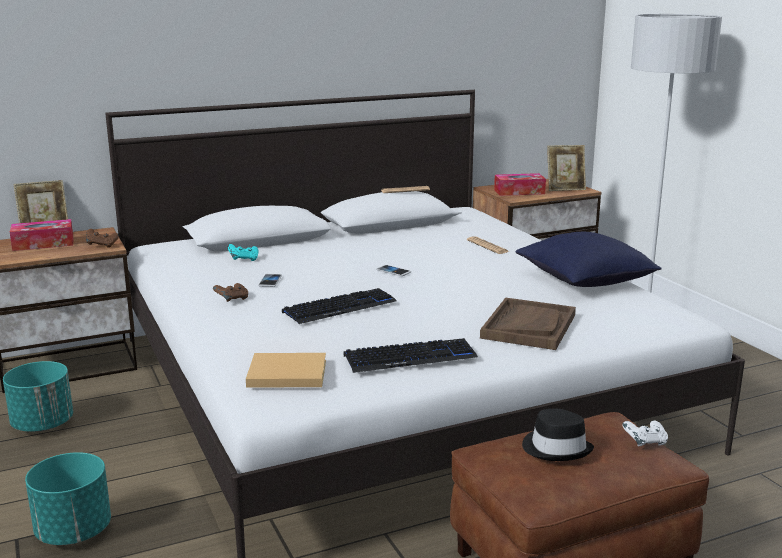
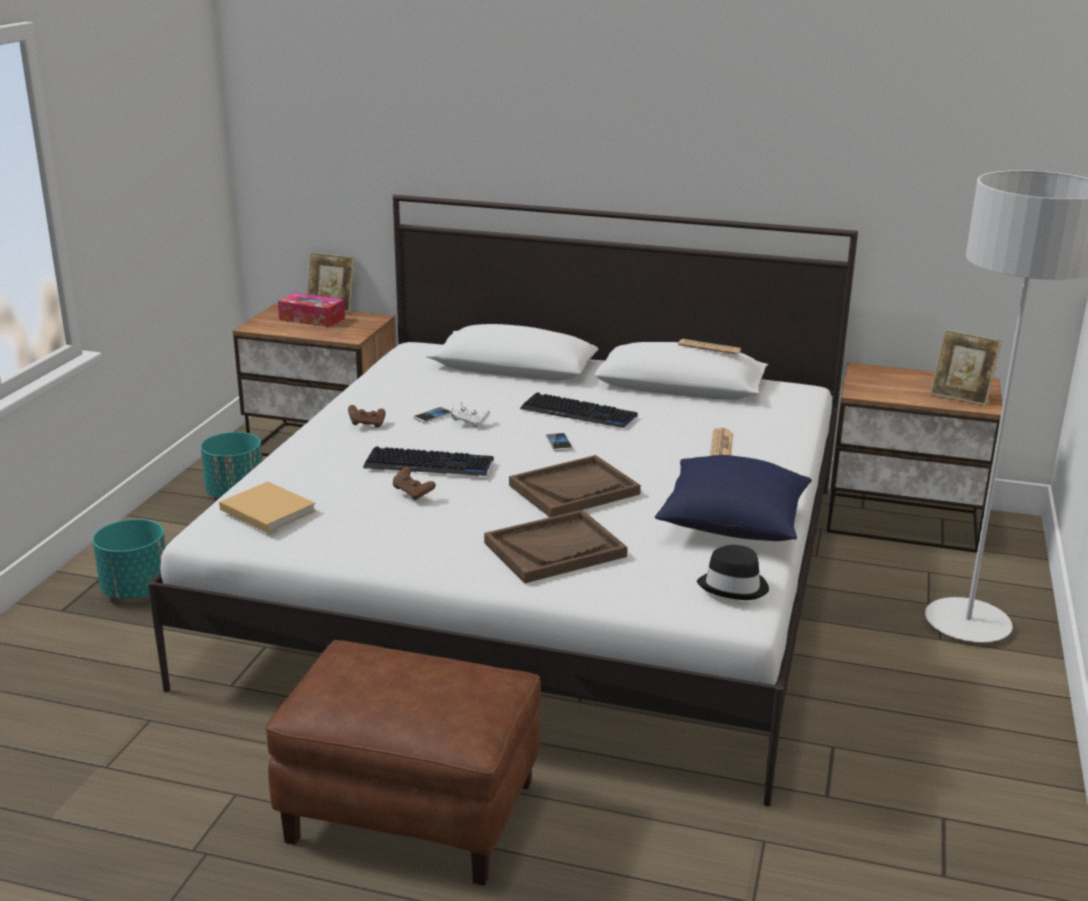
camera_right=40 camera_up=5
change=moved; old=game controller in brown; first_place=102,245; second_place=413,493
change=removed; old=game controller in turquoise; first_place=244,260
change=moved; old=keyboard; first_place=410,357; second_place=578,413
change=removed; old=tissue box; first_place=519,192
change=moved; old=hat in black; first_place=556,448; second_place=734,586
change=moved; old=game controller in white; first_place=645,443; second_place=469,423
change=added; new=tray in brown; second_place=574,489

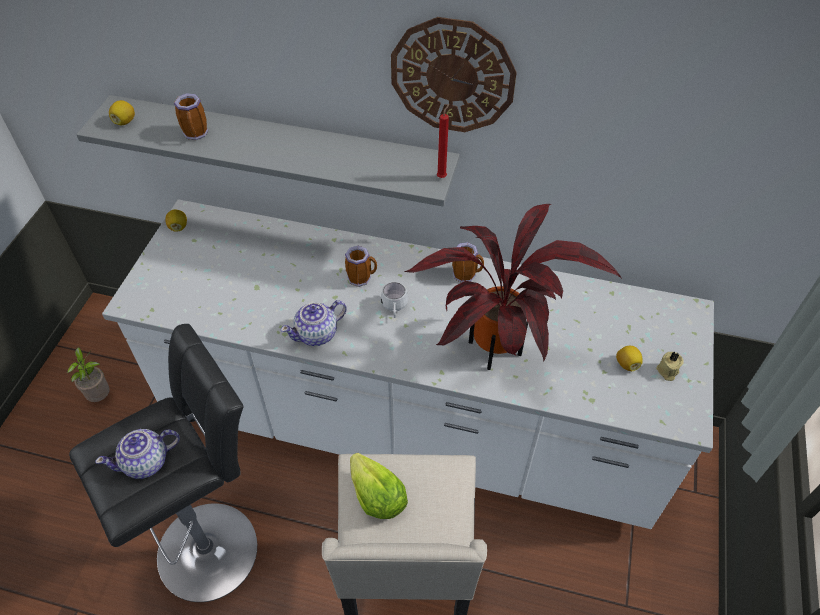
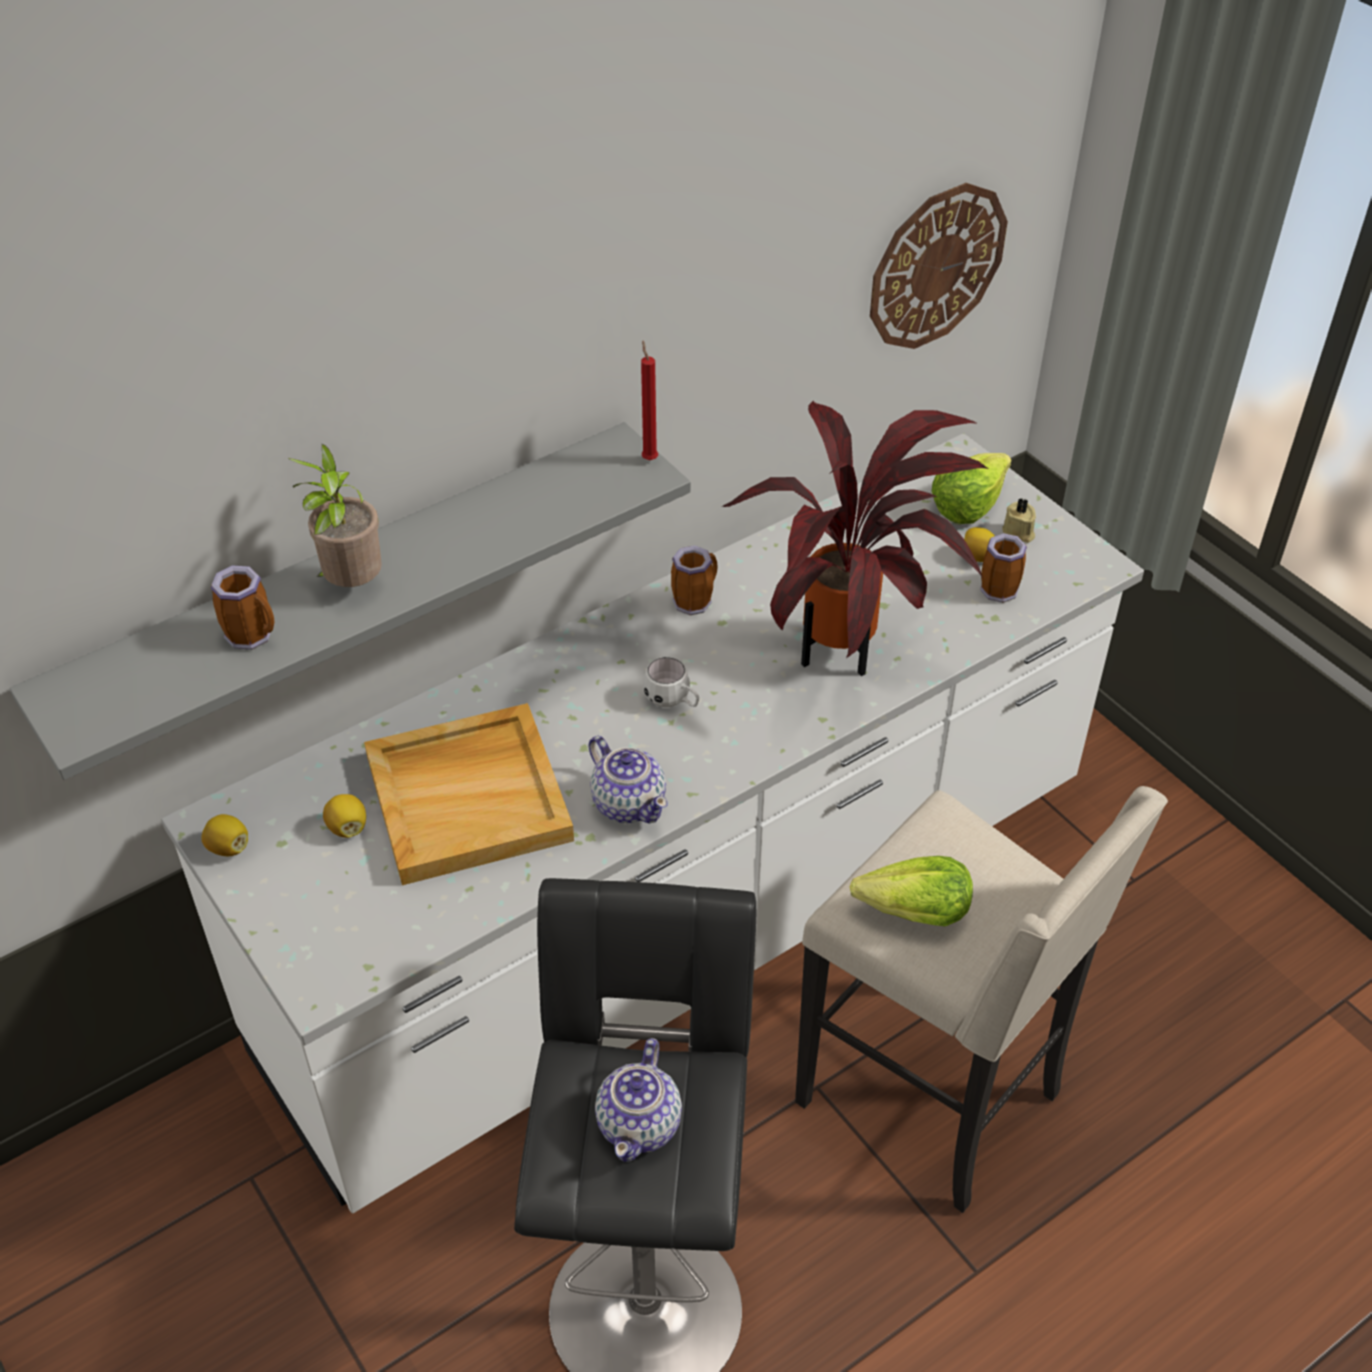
camera_right=-50 camera_up=-5
change=moved; old=potted plant; first_place=100,396; second_place=351,585
change=moved; old=lemon; first_place=125,121; second_place=347,827
change=turned; old=teapot; first_place=317,334; second_place=629,802; degrees=-45
change=moved; old=mug; first_place=361,277; second_place=1000,587
change=moved; old=wall clock; first_place=452,76; second_place=936,266
change=added; new=tray in beige; second_place=469,796
change=added; new=lettuce; second_place=967,504

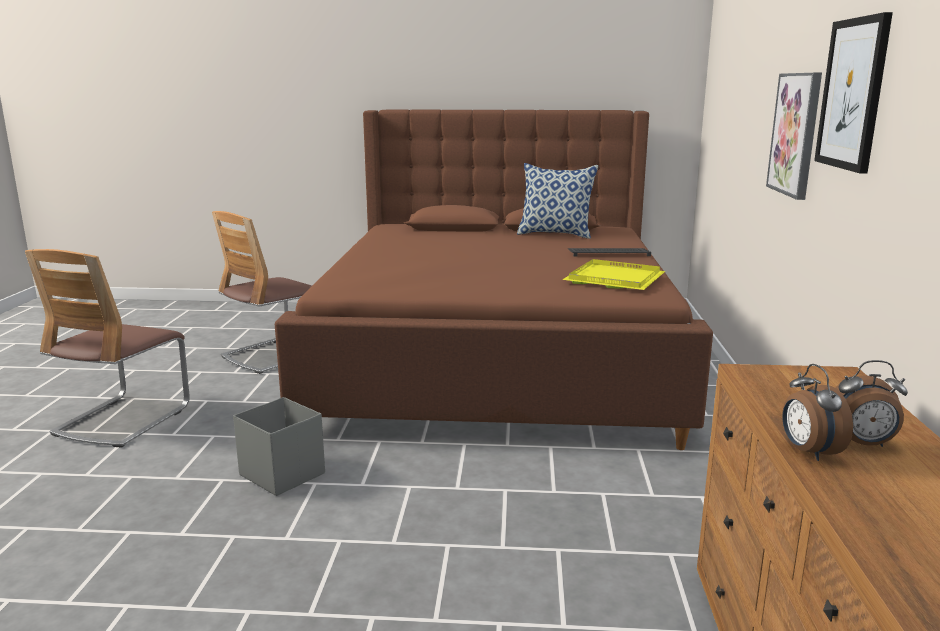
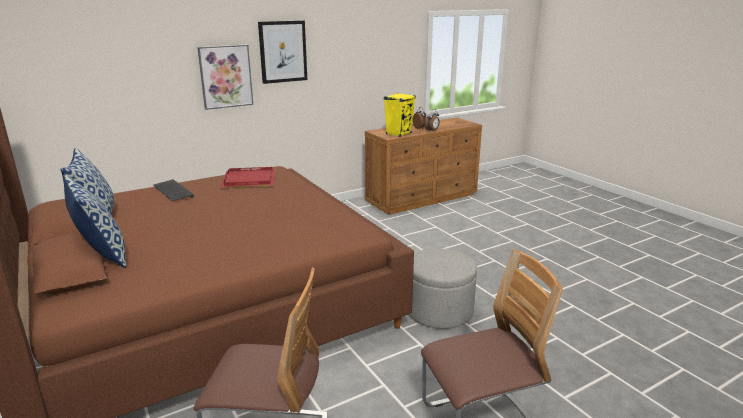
camera_right=-125 camera_up=5
change=replaced; old=storage box in grey; new=ottoman in grey; first_place=282,474; second_place=439,311
change=recoloured; old=tray in yellow; new=tray in red; first_place=616,279; second_place=248,179
change=added; new=pillow; second_place=102,255
change=added; new=speaker in yellow; second_place=398,134

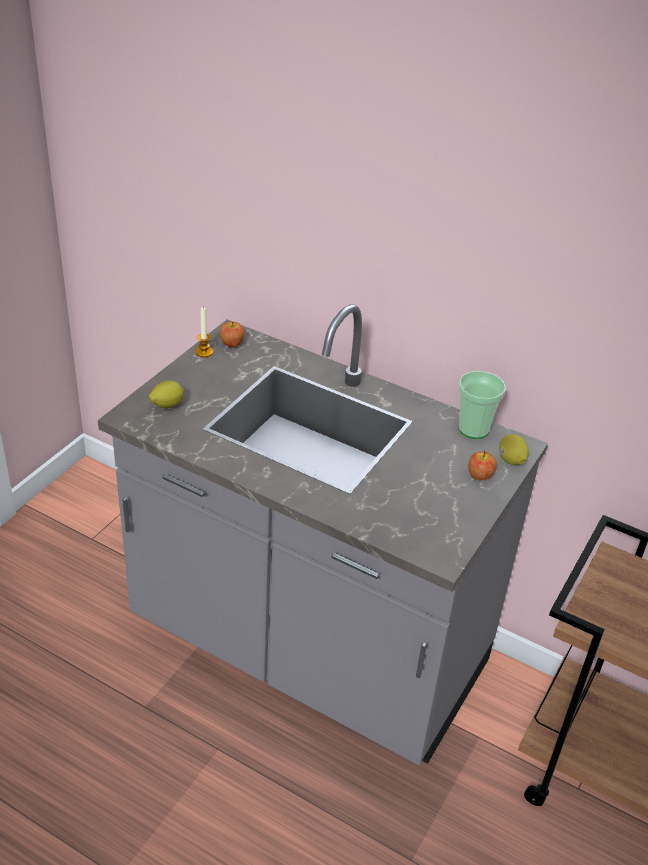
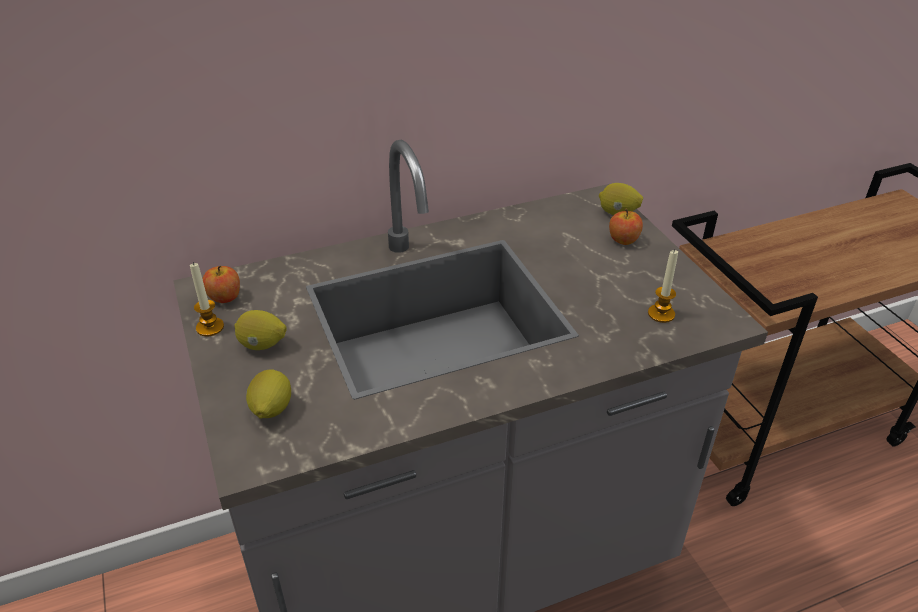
camera_right=-50 camera_up=0
change=removed; old=cup; first_place=473,429
change=added; new=lemon; second_place=262,345
change=added; new=candle; second_place=661,314

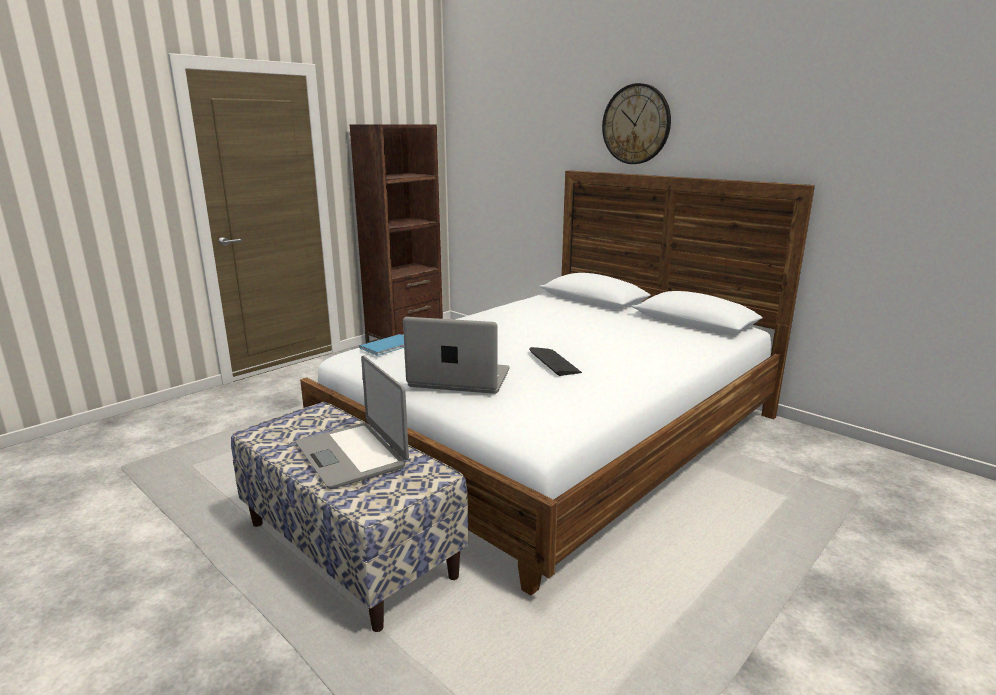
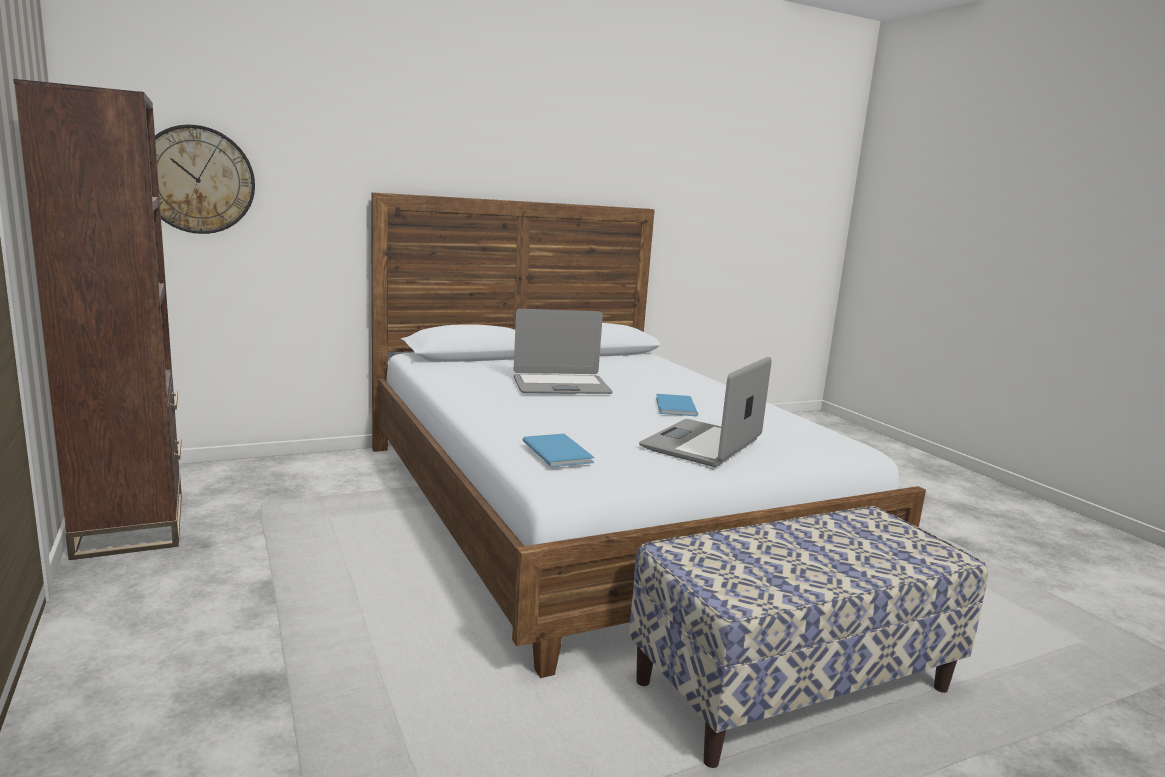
camera_right=-70 camera_up=-5
change=moved; old=laptop; first_place=352,455; second_place=561,386
change=replaced; old=keyboard; new=book in blue; first_place=554,362; second_place=674,407
change=moved; old=wall clock; first_place=636,124; second_place=197,180

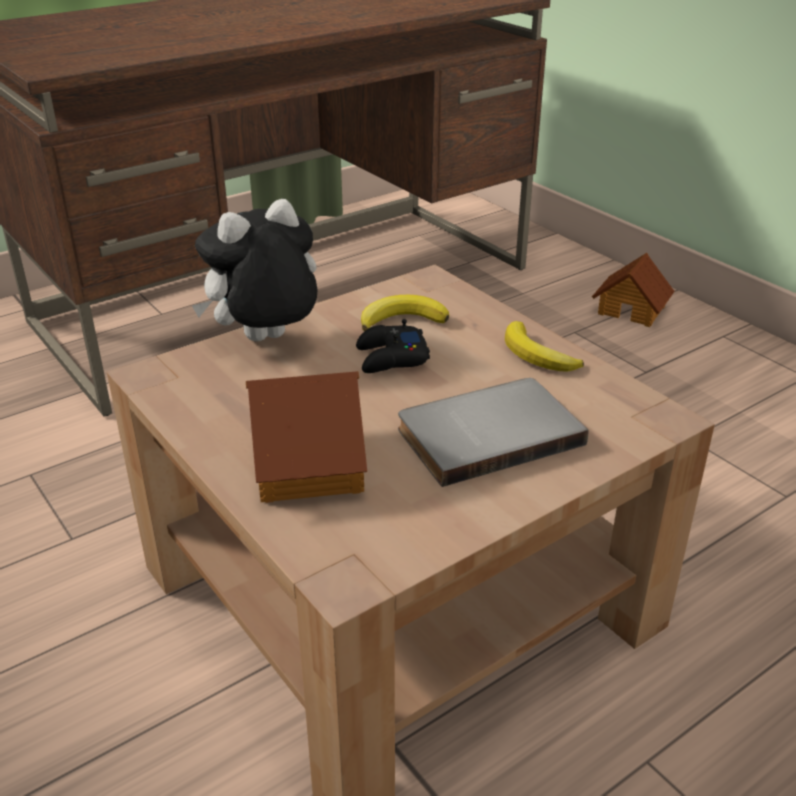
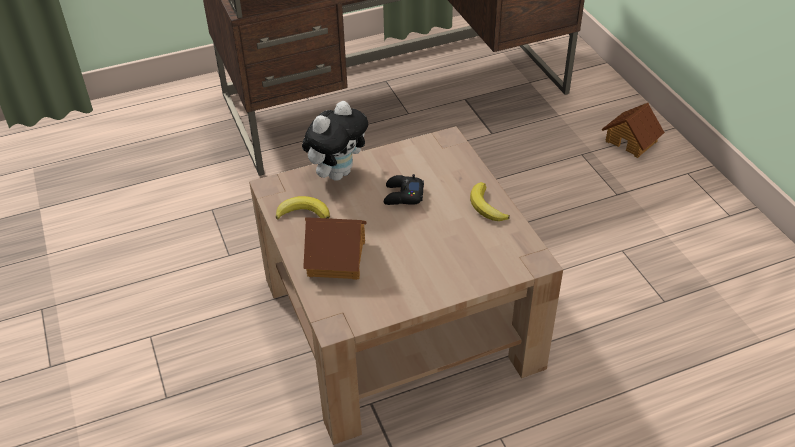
camera_right=15 camera_up=10
change=turned; old=plush toy; first_place=265,341; second_place=337,173; degrees=150
change=moved; old=banana; first_place=402,319; second_place=303,212
change=removed; old=book in grey; first_place=486,433

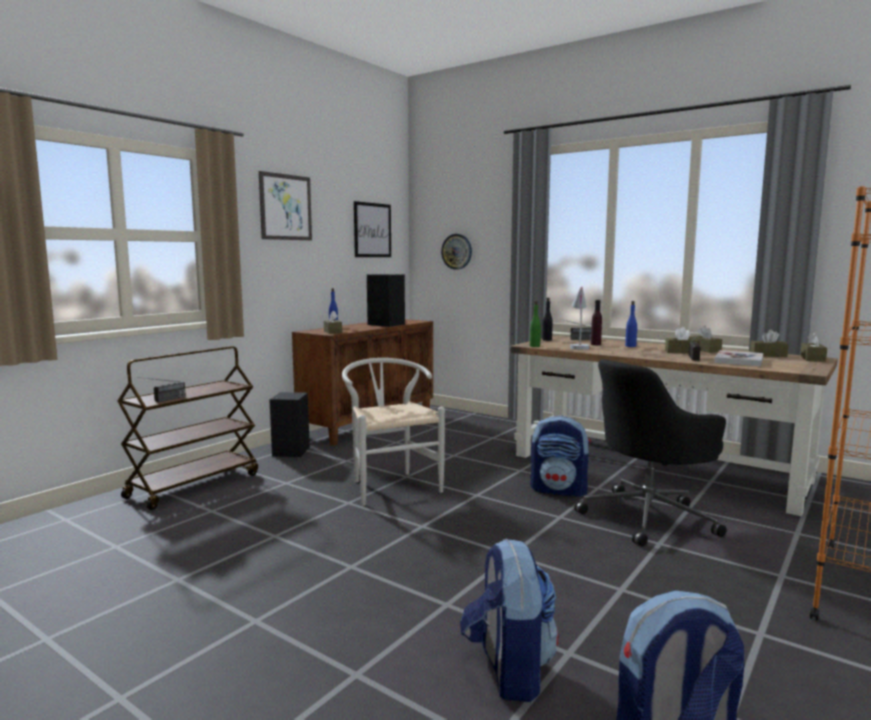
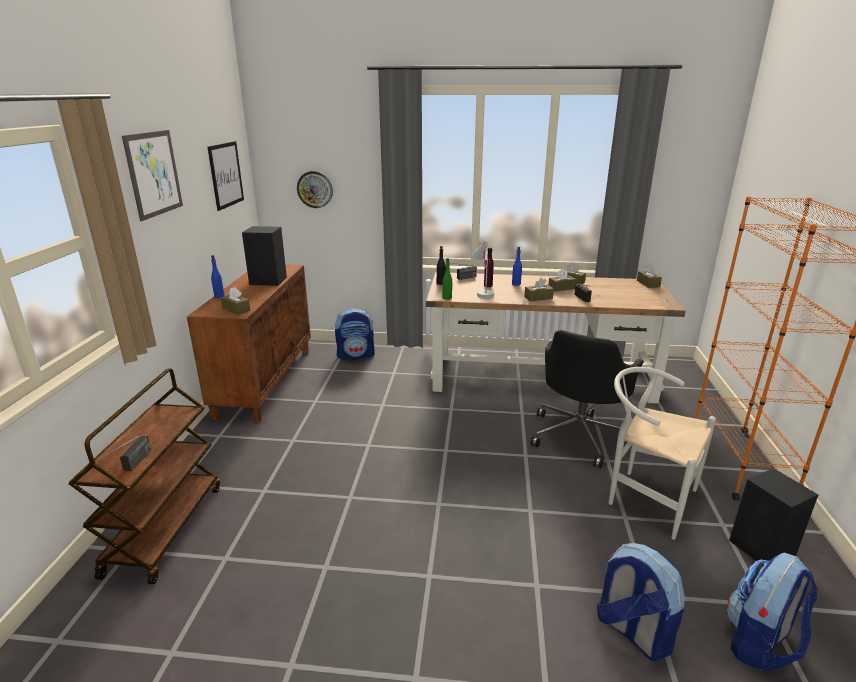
camera_right=-30 camera_up=15
change=moved; old=speaker in black; first_place=290,452; second_place=762,549
change=moved; old=chair in white; first_place=390,485; second_place=644,497
change=moved; old=backpack; first_place=559,490; second_place=356,355
change=removed; old=book; first_place=739,360
change=moved; old=tissue box in brown; first_place=768,355; second_place=538,298

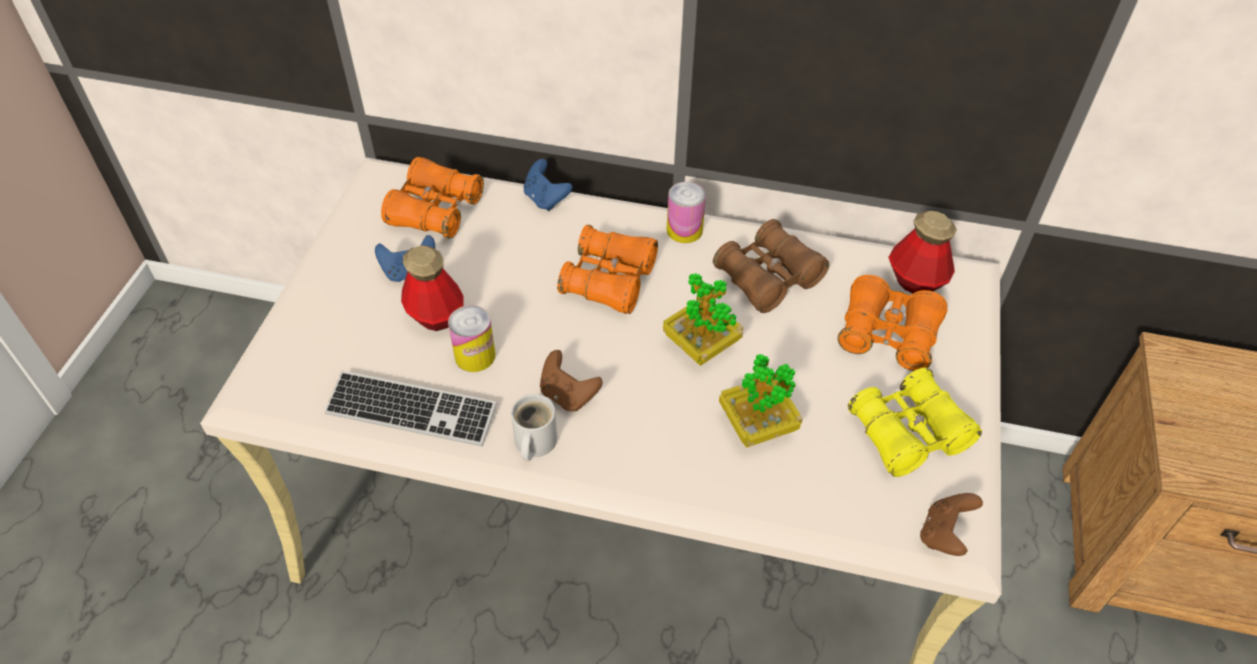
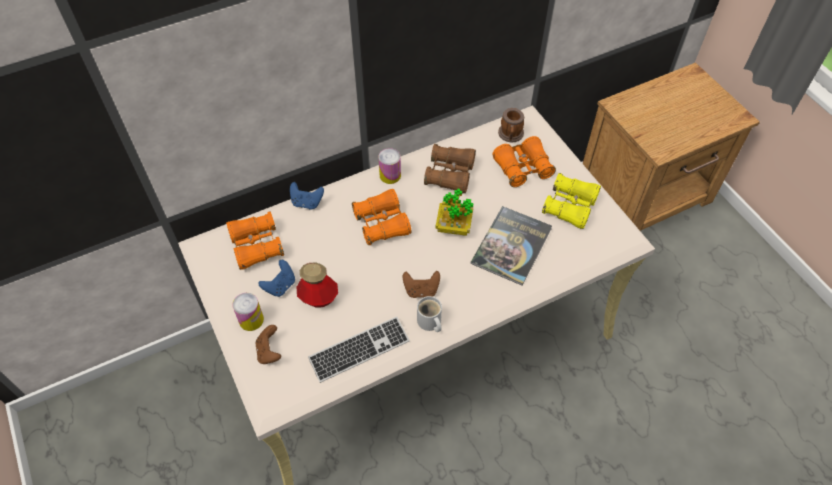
camera_right=-40 camera_up=5
change=moved; old=can; first_place=475,356; second_place=251,320
change=replaced; old=potted plant; new=book; first_place=757,425; second_place=511,246
change=replaced; old=bottle; new=mug; first_place=915,281; second_place=510,135
change=moved; old=game controller in brown; first_place=944,534; second_place=269,352

